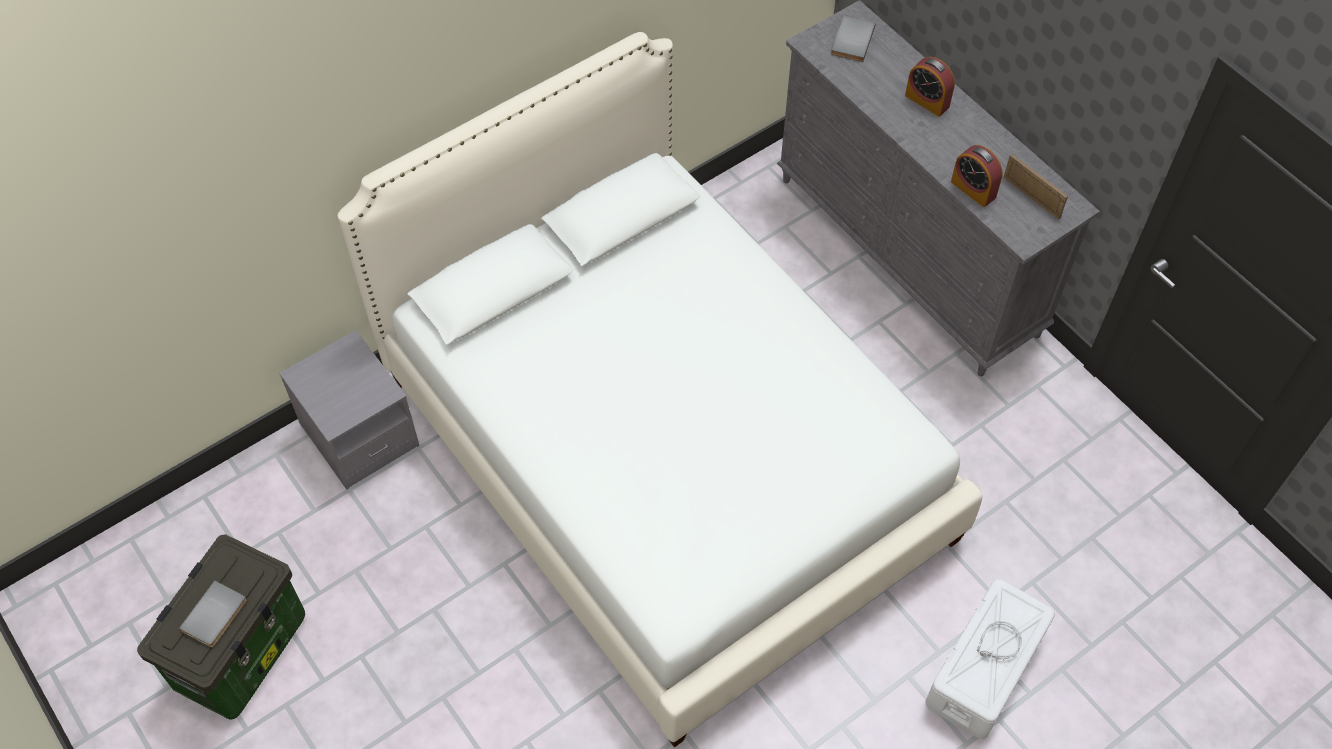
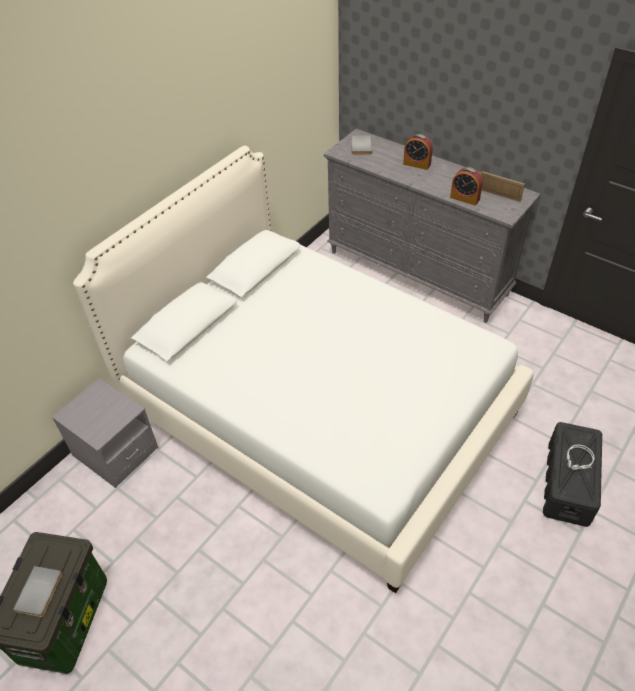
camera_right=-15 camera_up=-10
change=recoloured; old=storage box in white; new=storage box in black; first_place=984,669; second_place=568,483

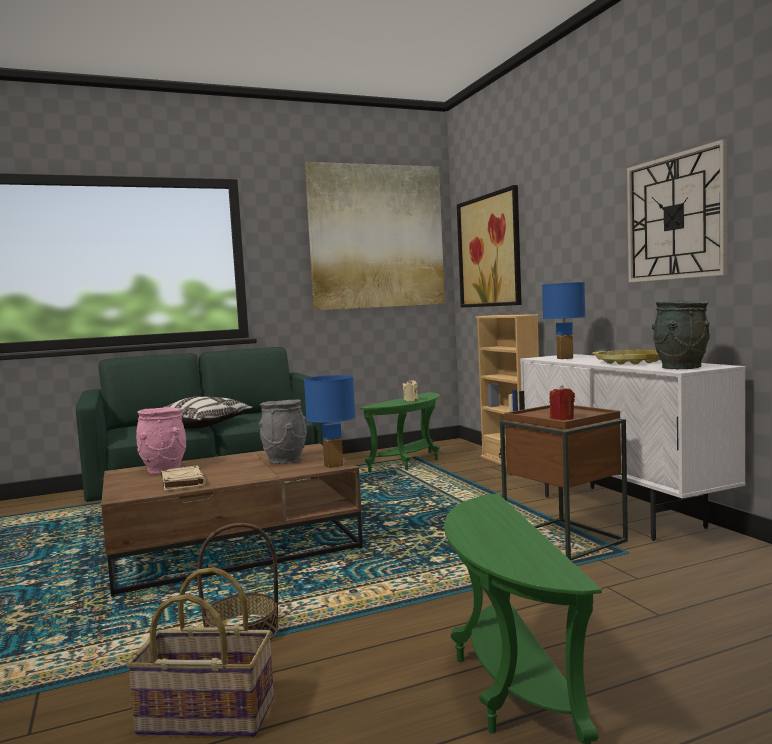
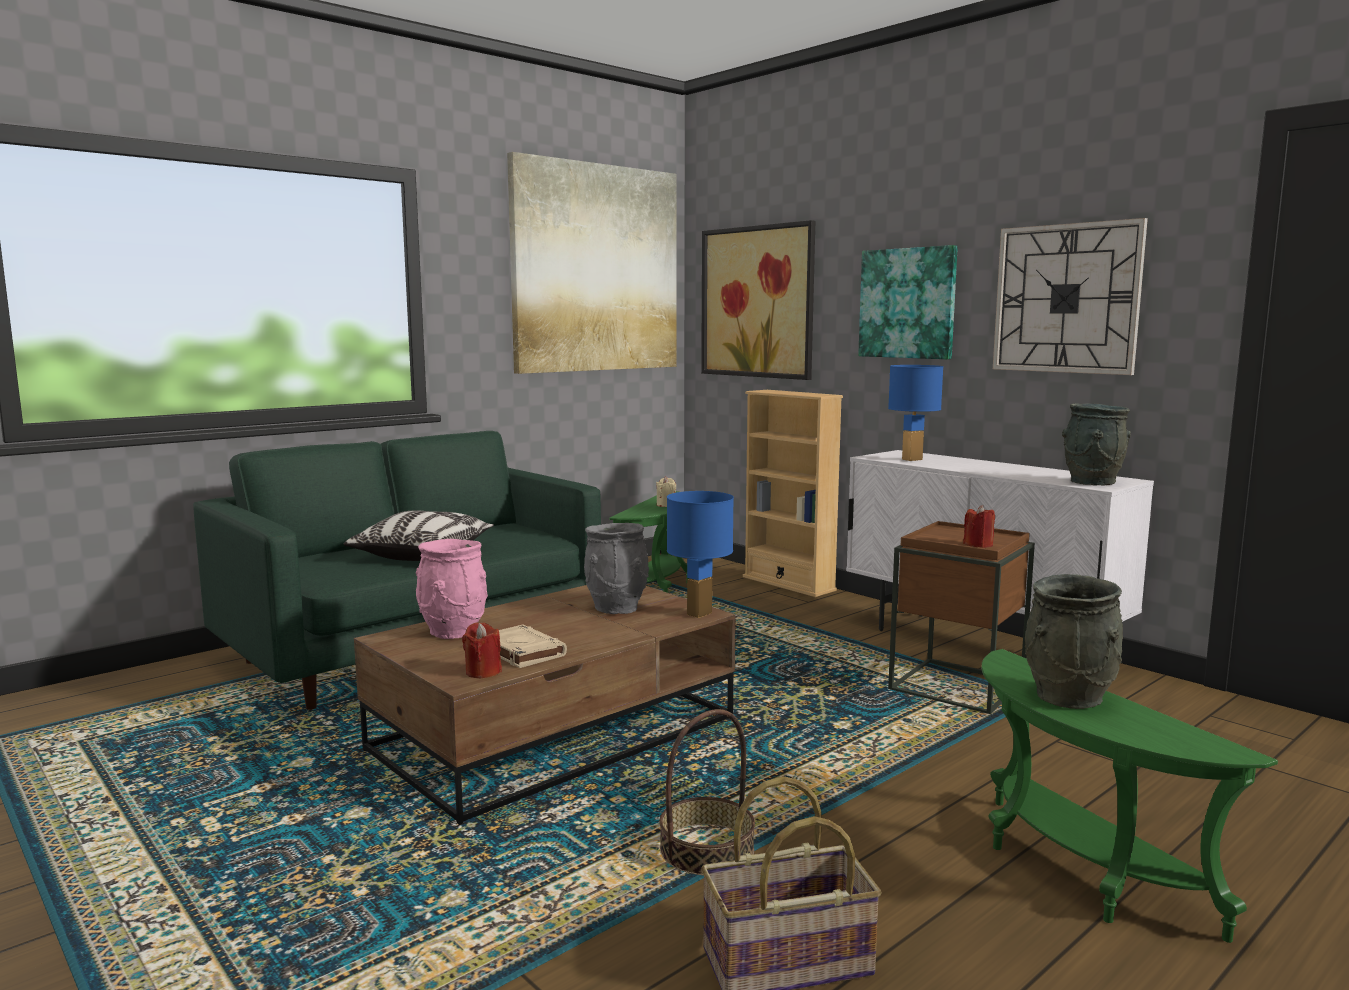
camera_right=-20 camera_up=5
change=removed; old=tray in yellow; first_place=629,362
change=added; new=candle in red; second_place=483,672
change=added; new=picture; second_place=908,303
change=added; new=vase in grey; second_place=1068,697

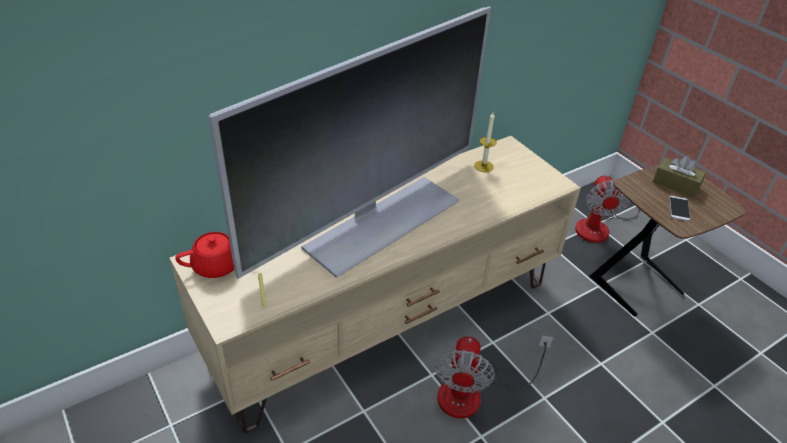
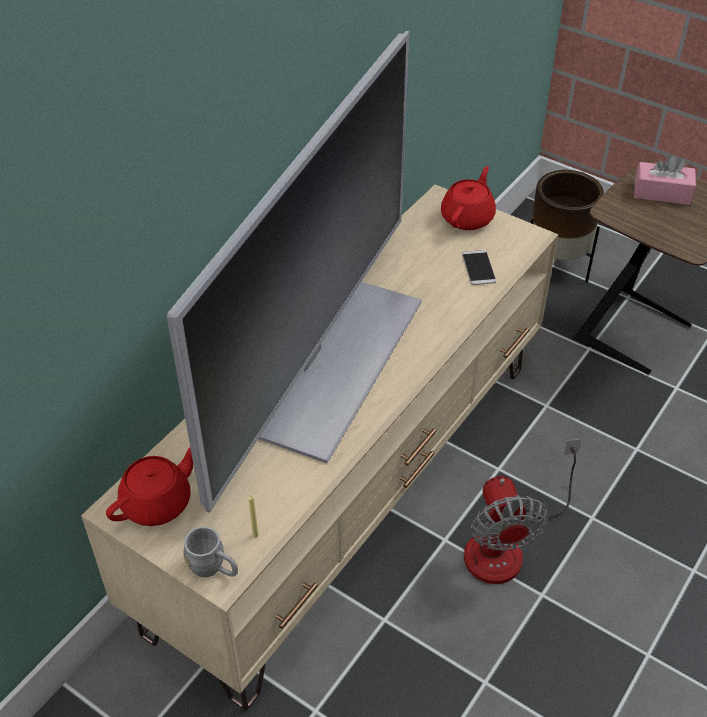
camera_right=-20 camera_up=5
change=removed; old=candle; first_place=483,166
change=replaced; old=fan; new=planter in brown; first_place=600,226; second_place=556,265
change=recoloured; old=tissue box in brown; new=tissue box in pink; first_place=676,184; second_place=662,193
change=moved; old=phone; first_place=679,208; second_place=478,268
change=added; new=mug in grey; second_place=213,569
change=added; new=teapot in red; second_place=468,217

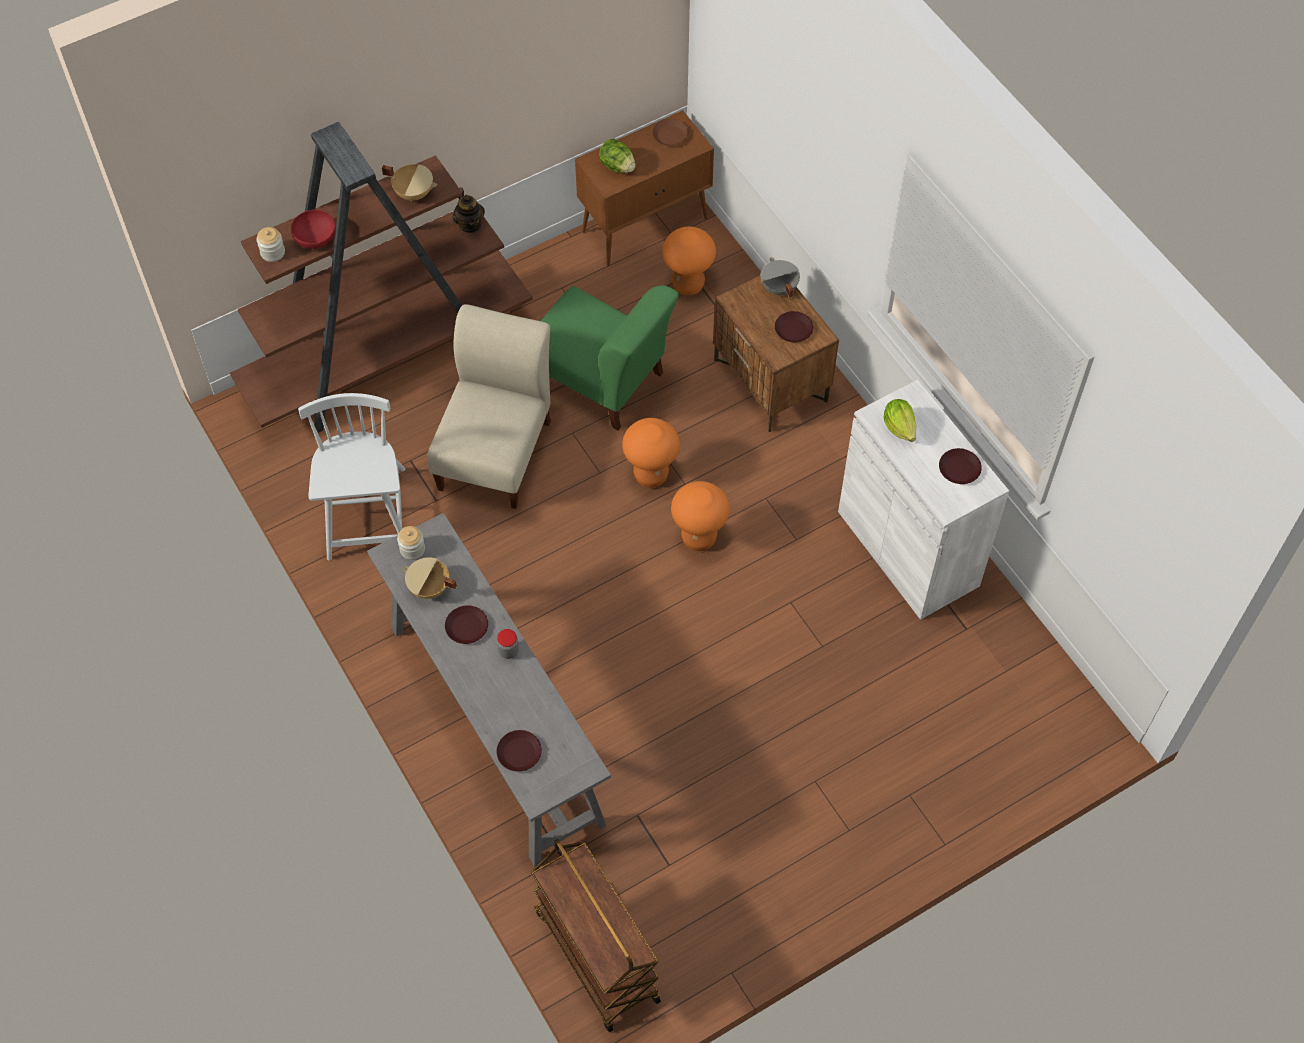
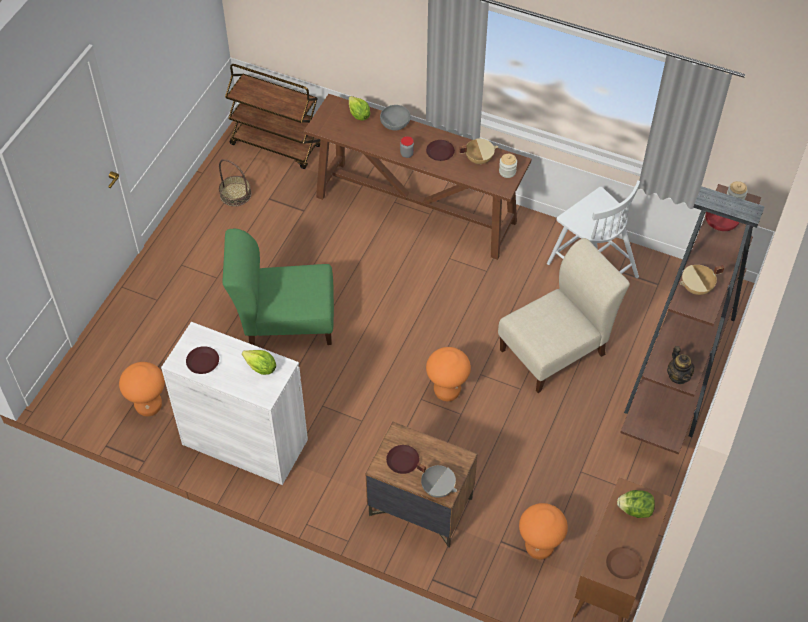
camera_right=145 camera_up=-5
change=recoloured; old=console table in grey; new=console table in brown; first_place=494,722; second_place=417,210
change=turned; old=chair in beige; first_place=496,450; second_place=556,350; degrees=-105
change=turned; old=teapot; first_place=470,224; second_place=678,376; degrees=-135
change=replaced; old=plate in brown; new=lettuce; first_place=519,752; second_place=359,115
change=moved; old=chair in green; first_place=601,381; second_place=285,321
change=moved; old=stool in orange; first_place=699,538; second_place=149,406
change=added; new=basket; second_place=235,194
change=added; new=bowl in grey; second_place=395,124

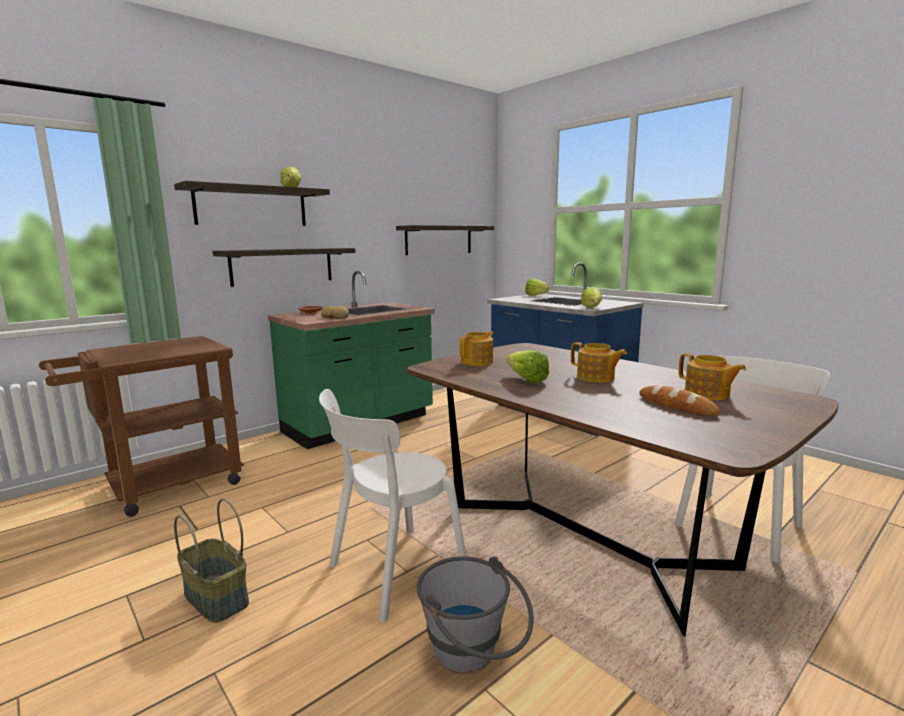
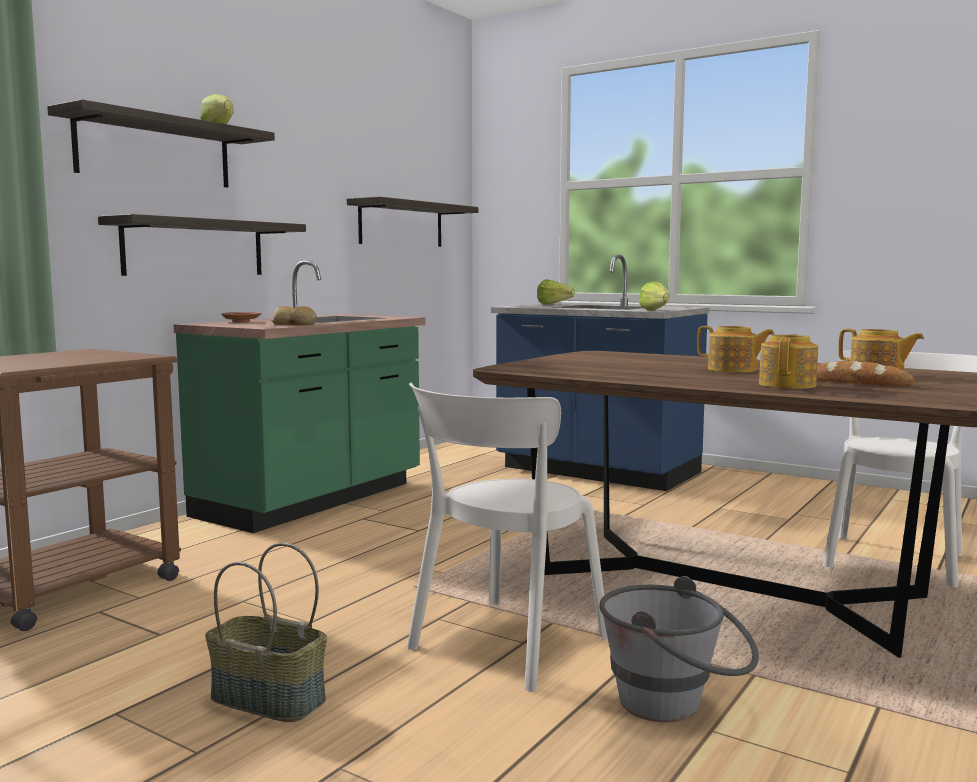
camera_right=-15 camera_up=-5
change=moved; old=teapot; first_place=478,362; second_place=788,385
change=removed; old=lettuce; first_place=524,379

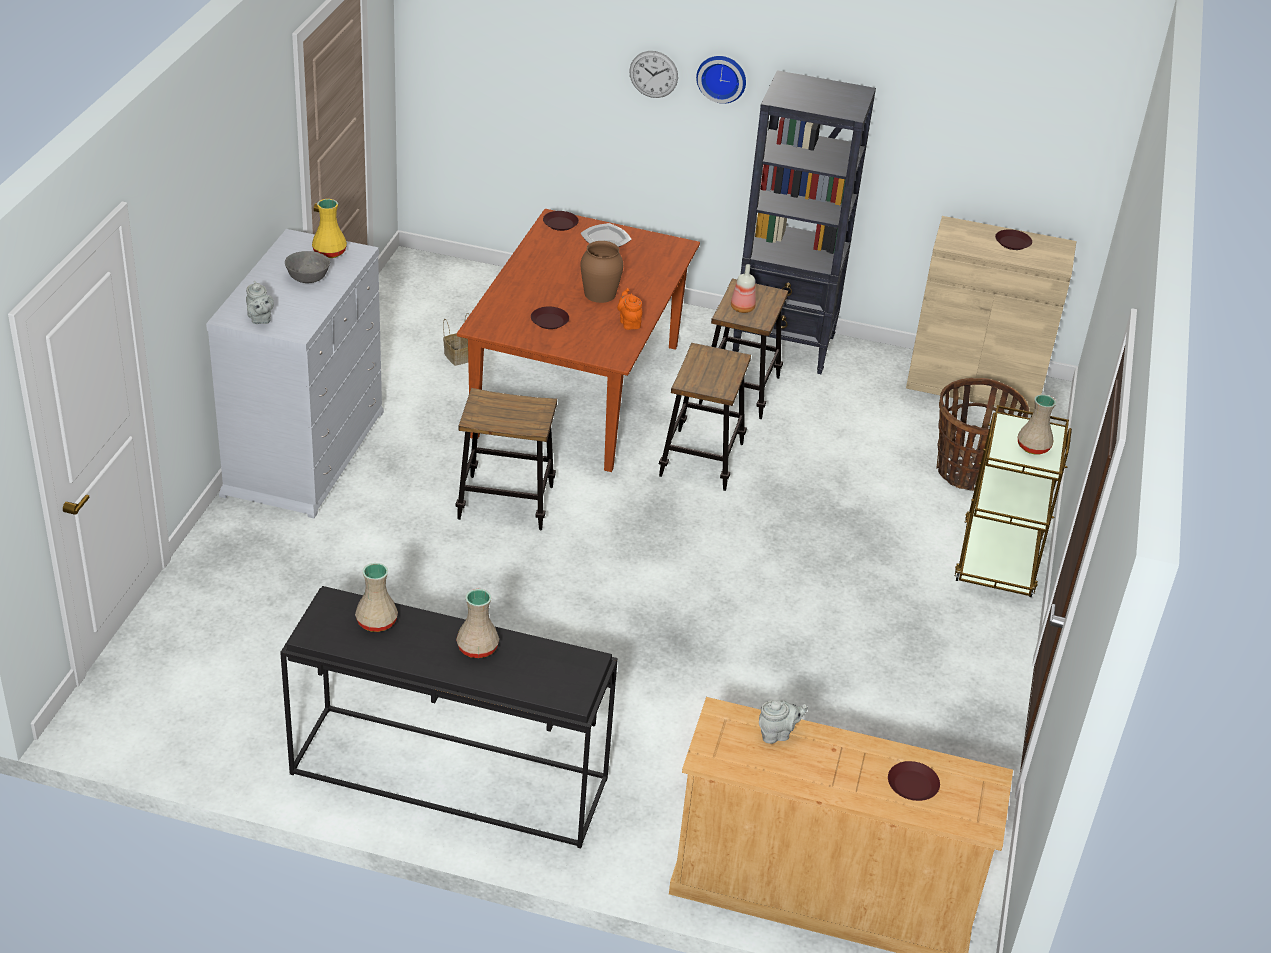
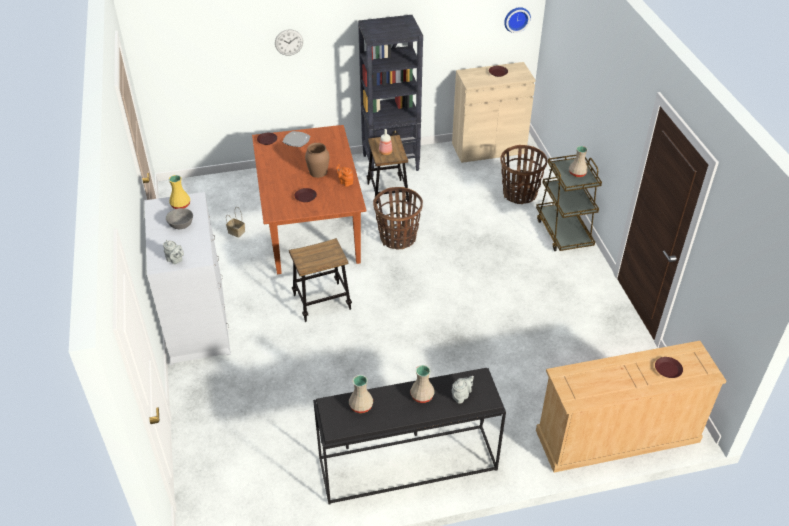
camera_right=-25 camera_up=5
change=replaced; old=stool; new=basket; first_place=701,460; second_place=398,238
change=moved; old=wall clock; first_place=722,77; second_place=516,18
change=moved; old=teapot in grey; first_place=777,734; second_place=461,396

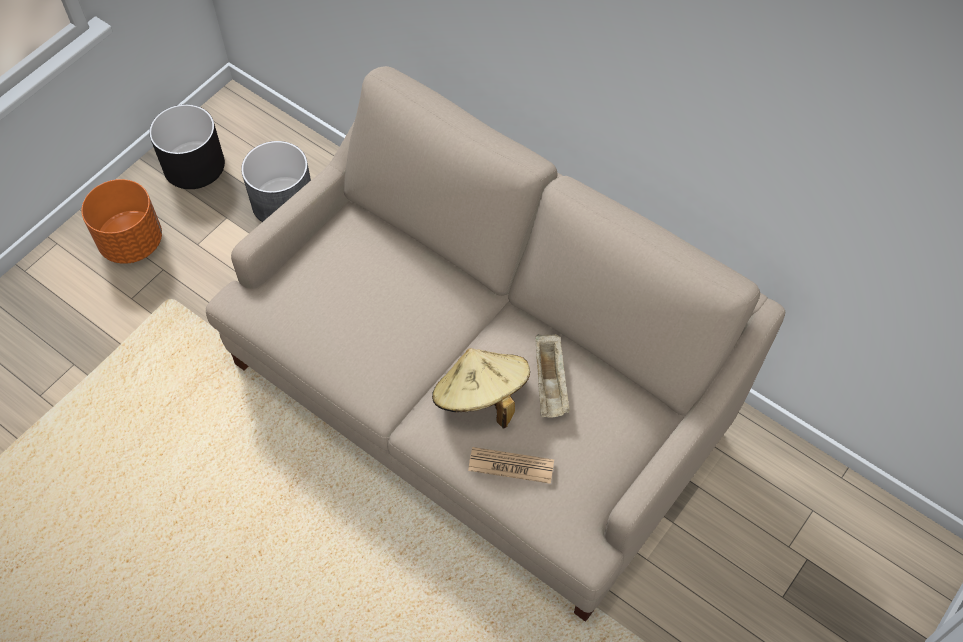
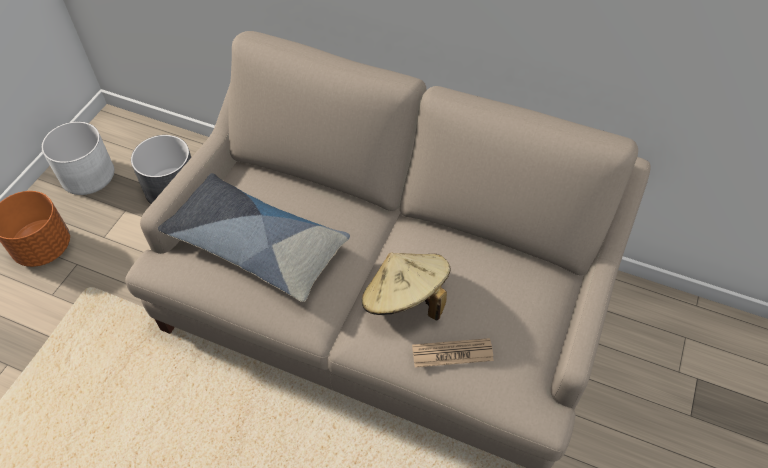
camera_right=-15 camera_up=-5
change=recoloured; old=planter in black; new=planter in white; first_place=194,165; second_place=88,174
change=removed; old=tray in beige; first_place=550,384
change=added; new=pillow; second_place=256,244

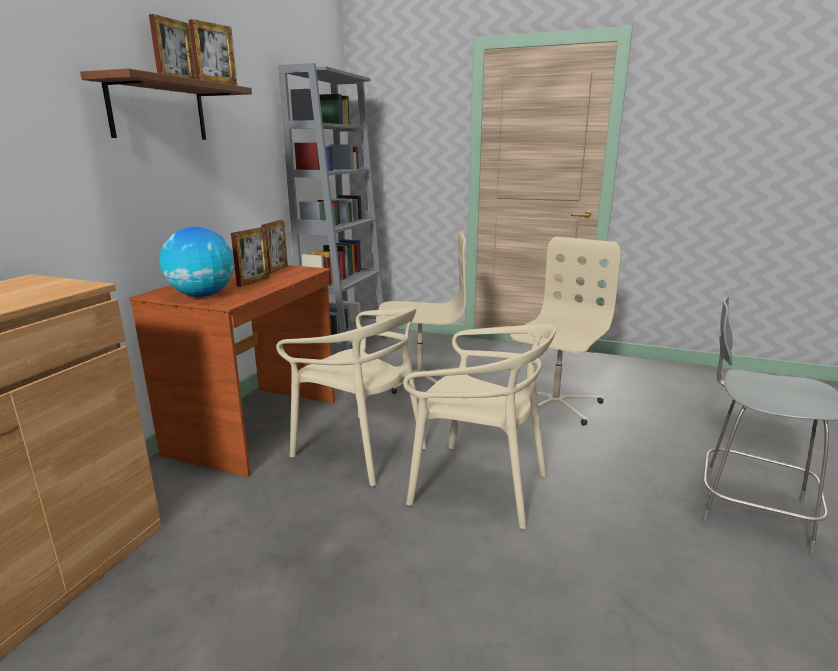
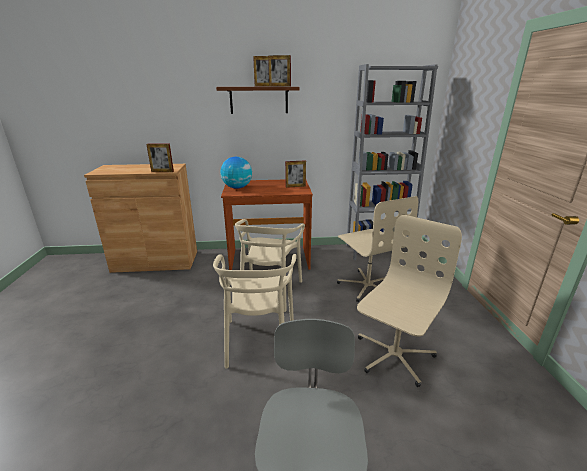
camera_right=65 camera_up=5
change=moved; old=picture frame; first_place=253,281; second_place=162,171
change=turned; old=office chair in beige; first_place=554,404; second_place=393,355; degrees=-60

